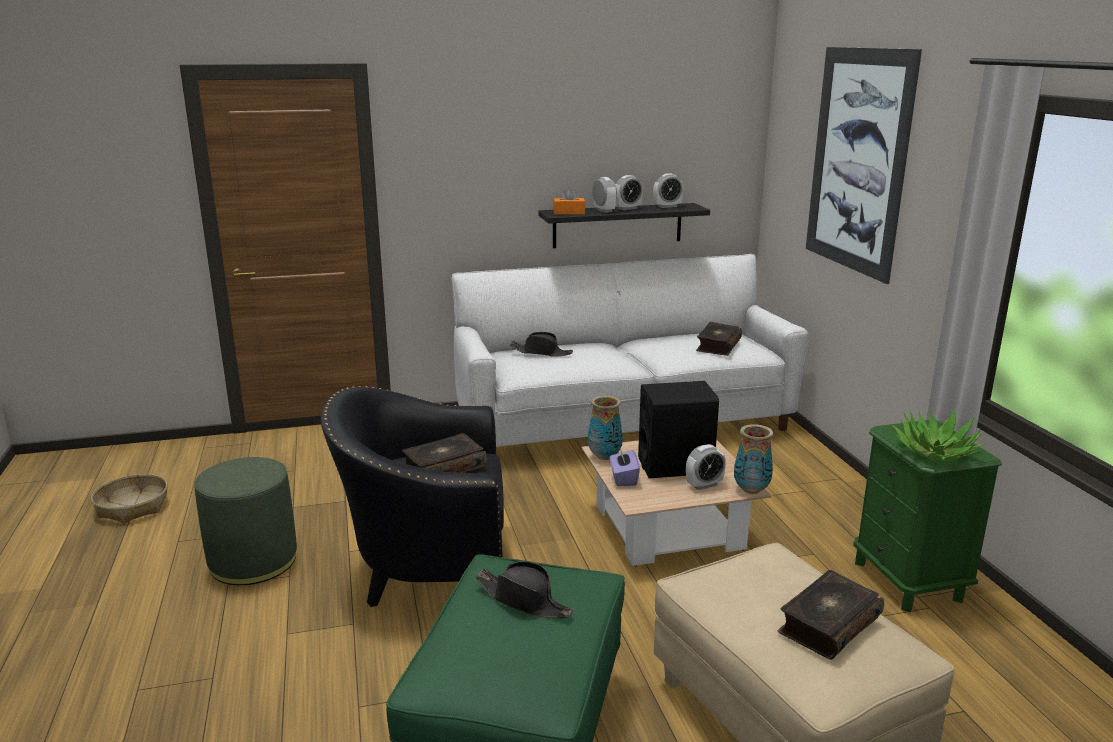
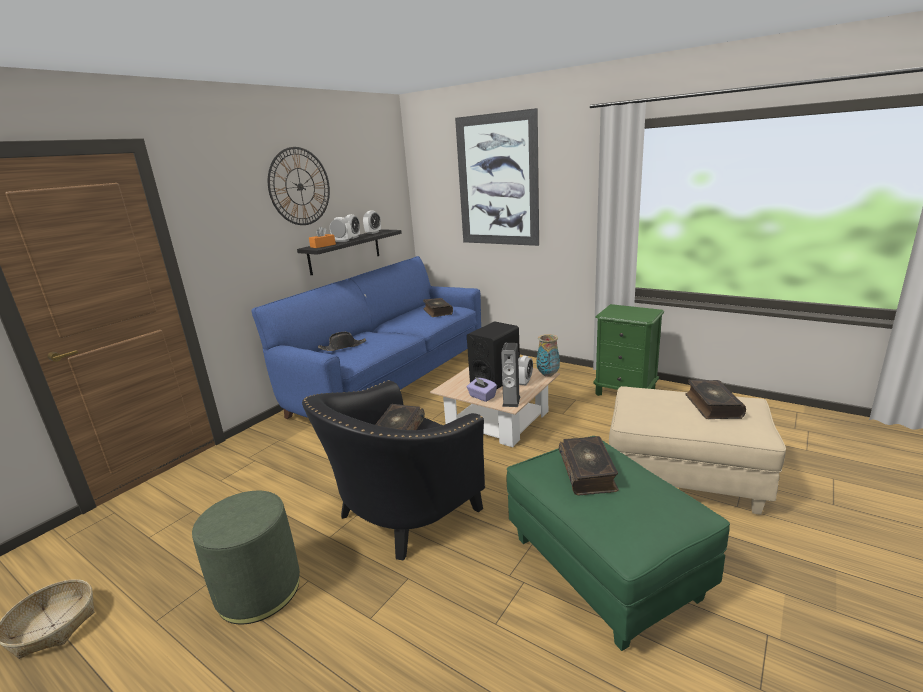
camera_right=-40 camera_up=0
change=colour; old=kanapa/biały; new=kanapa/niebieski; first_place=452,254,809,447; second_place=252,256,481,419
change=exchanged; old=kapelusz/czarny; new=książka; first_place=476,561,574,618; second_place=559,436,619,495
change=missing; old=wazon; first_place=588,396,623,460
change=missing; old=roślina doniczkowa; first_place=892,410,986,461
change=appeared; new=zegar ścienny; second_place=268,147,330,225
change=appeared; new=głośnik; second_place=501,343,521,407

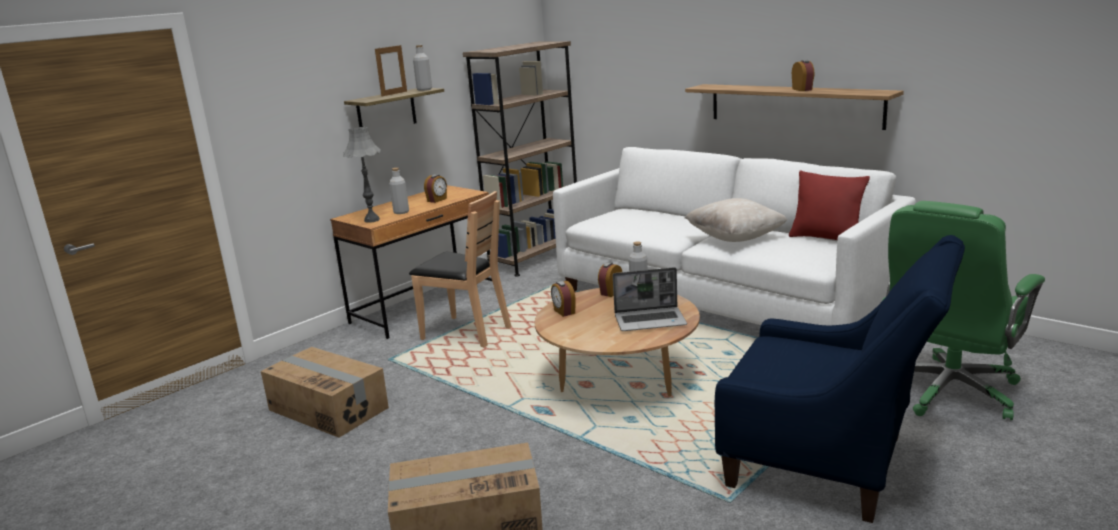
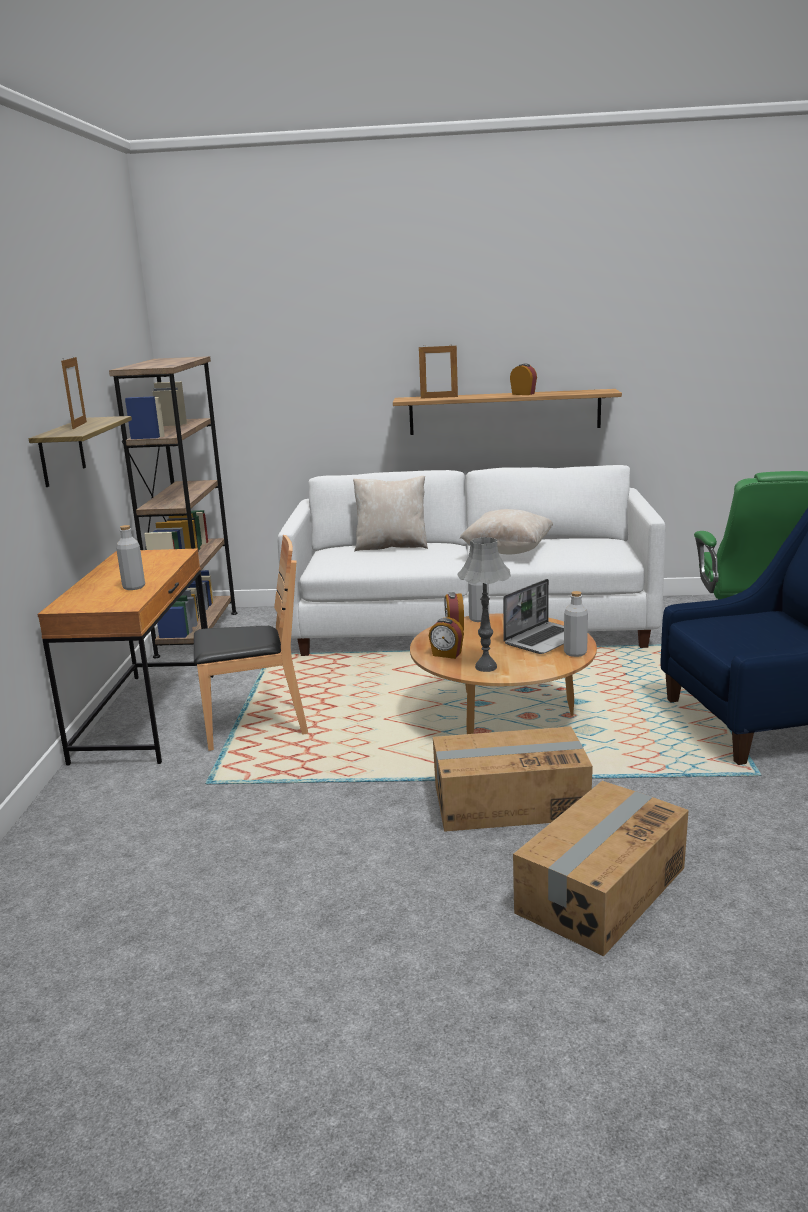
camera_right=-40 camera_up=0
change=relocated; old=karton; first_place=261,347,389,438; second_place=433,726,593,832
change=relocated; old=lampa stołowa/szary; first_place=343,127,381,223; second_place=458,537,511,672
change=relocated; old=butelka/szary; first_place=413,45,432,91; second_place=564,591,588,657
change=missing; old=budzik; first_place=424,174,447,203
change=missing; old=poduszka/czerwony; first_place=789,171,870,240
change=appeared; new=poduszka/beżowy; second_place=353,476,428,551
change=appeared; new=ramka na zdjęcie; second_place=419,345,458,399

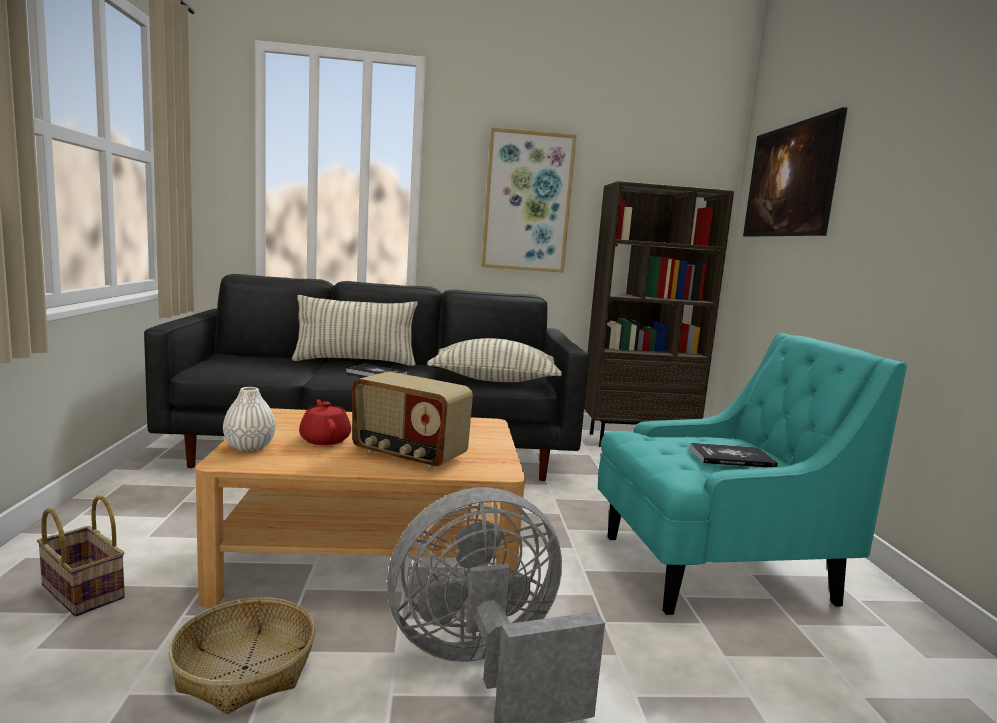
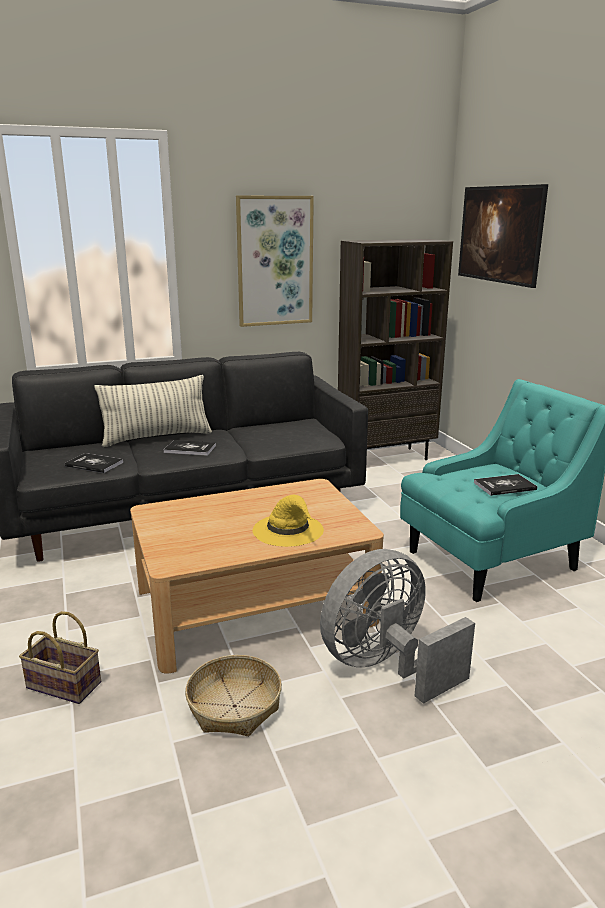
camera_right=-15 camera_up=10
change=missing; old=wazon/biały; first_place=223,387,276,452
change=missing; old=imbryk/czerwony; first_place=299,400,351,445
change=exchanged; old=radio; new=kapelusz/żółty; first_place=352,371,473,469; second_place=253,495,324,547
change=missing; old=poduszka; first_place=427,338,562,382
change=appeared; new=książka; second_place=65,453,123,473

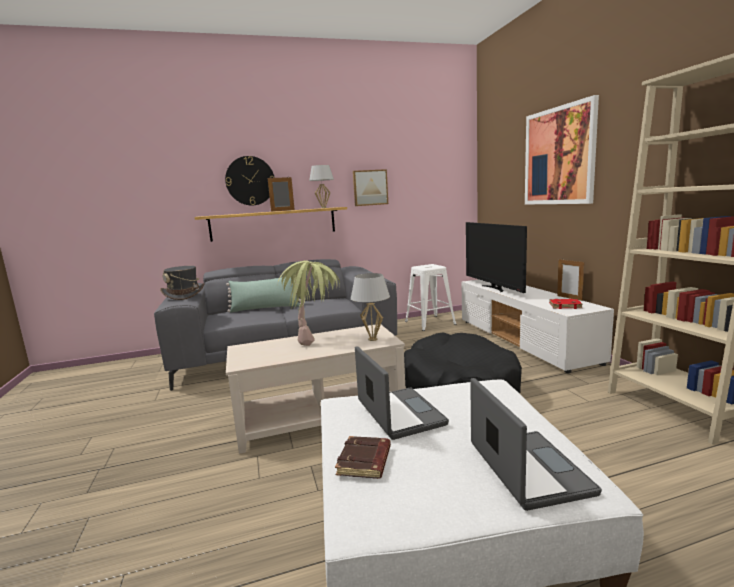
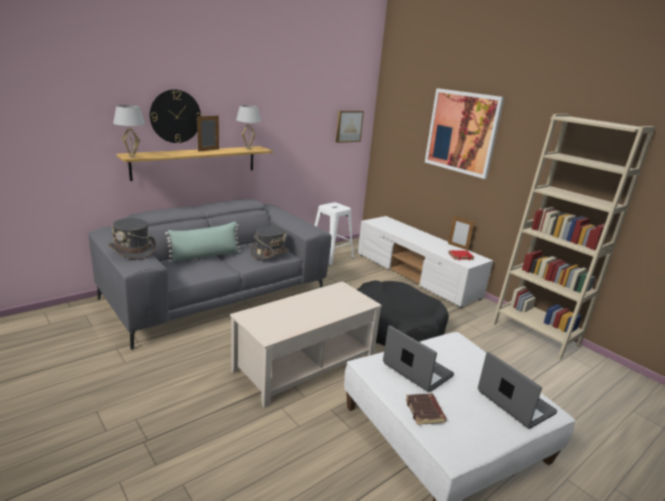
camera_right=-25 camera_up=10
change=missing; old=roślina doniczkowa; first_place=278,260,340,346
change=relocated; old=lampa stołowa/biały; first_place=351,273,390,341; second_place=113,105,145,158
change=relocated; old=obraz; first_place=353,169,388,206; second_place=336,111,364,143
change=missing; old=telewizor; first_place=466,222,527,293
change=appeared; new=kapelusz/szary; second_place=250,226,289,259

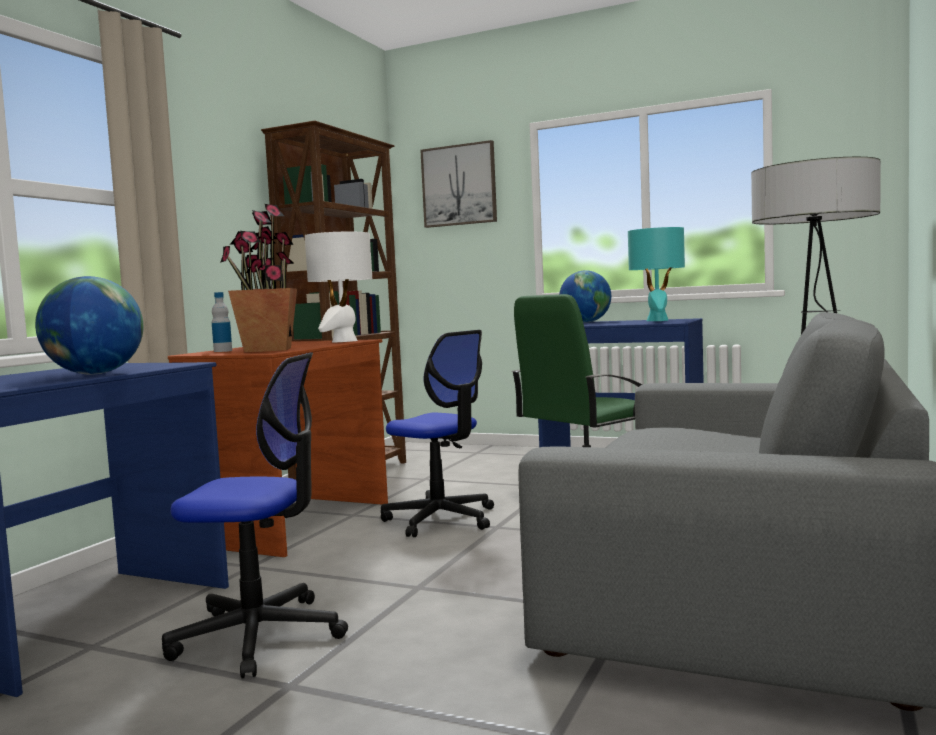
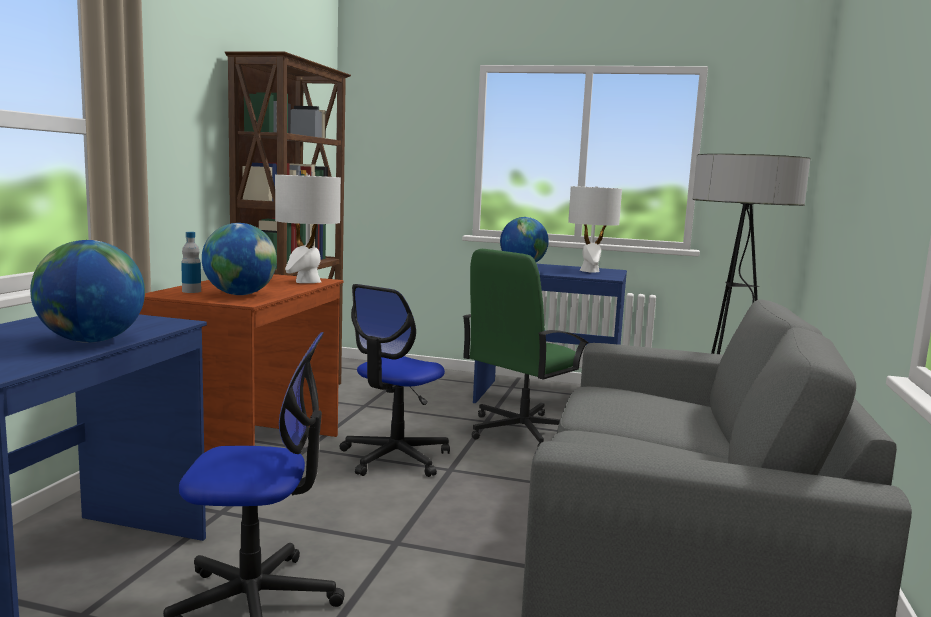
camera_right=-10 camera_up=5
change=exchanged; old=roślina doniczkowa; new=globus; first_place=221,204,297,353; second_place=202,223,277,295
change=spun; old=krzesło biurowe; first_place=381,330,494,537; second_place=340,284,450,477; degrees=90
change=missing; old=obraz; first_place=420,140,497,228
change=colour; old=lampa stołowa/turkusowy; new=lampa stołowa/biały; first_place=628,227,685,321; second_place=568,186,622,273

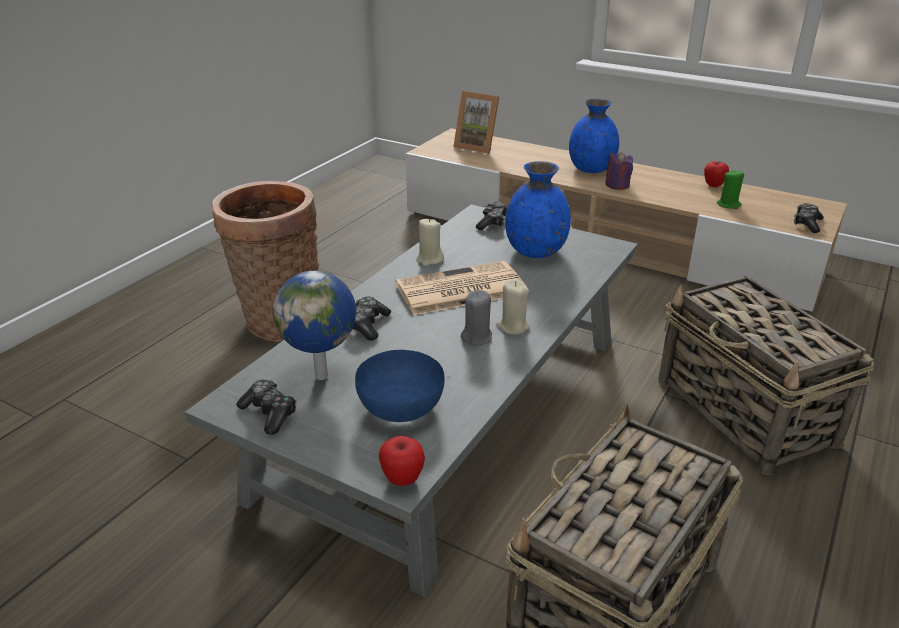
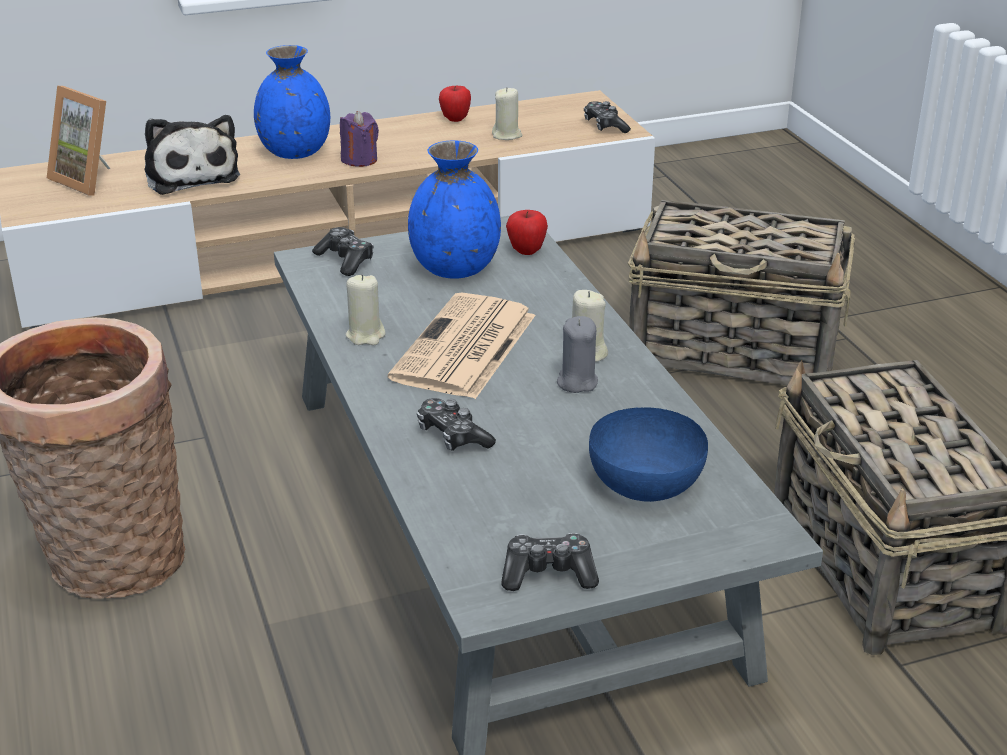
camera_right=-50 camera_up=0
change=missing; old=globus; first_place=273,271,356,380
change=relocated; old=jabłko; first_place=379,436,425,486; second_place=506,210,548,255
change=spun; old=ramka na zdjęcie; first_place=453,91,499,154; second_place=47,86,110,196; degrees=60
change=colour; old=świeca/zielony; new=świeca/beżowy; first_place=717,170,744,209; second_place=492,87,522,140
change=appeared; new=pluszak; second_place=144,115,240,195

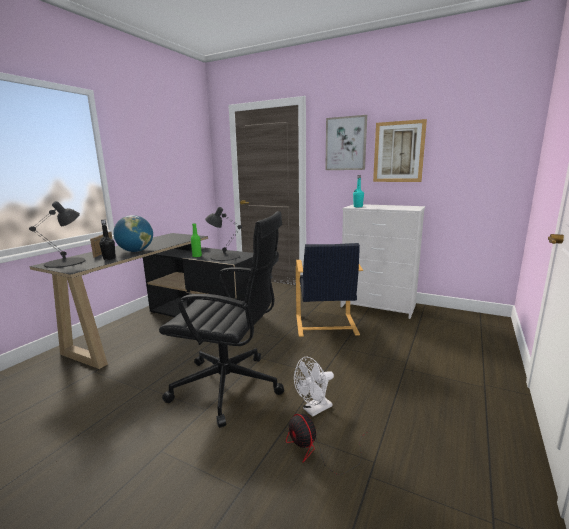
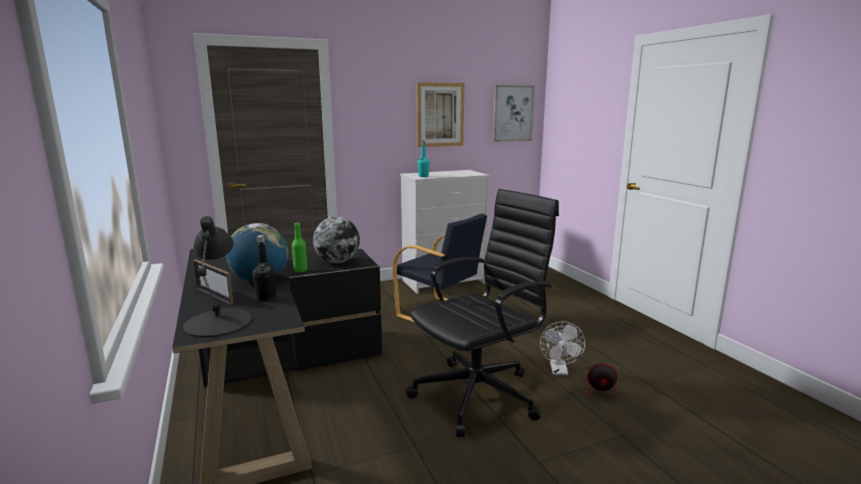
camera_right=-50 camera_up=0
change=exchanged; old=lampa stołowa/czarny; new=globus; first_place=205,207,242,261; second_place=313,217,360,263
change=relocated; old=obraz; first_place=325,115,367,170; second_place=493,85,534,142

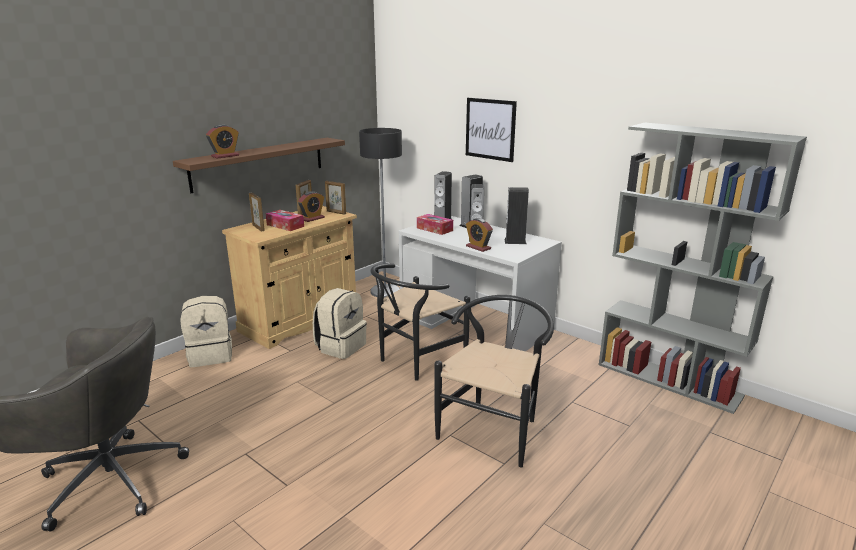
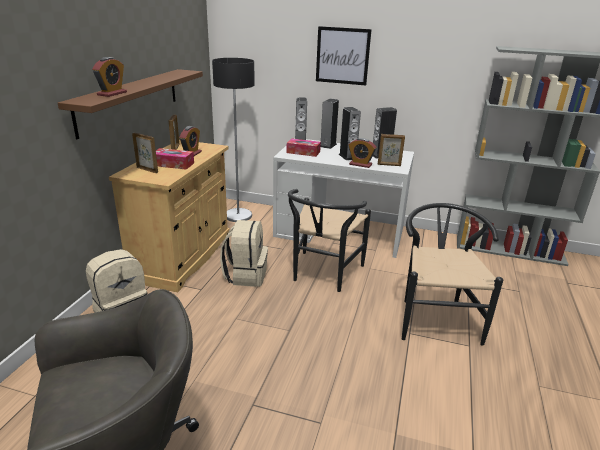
camera_right=-25 camera_up=5
change=relocated; old=ramka na zdjęcie; first_place=325,181,346,215; second_place=378,134,405,166

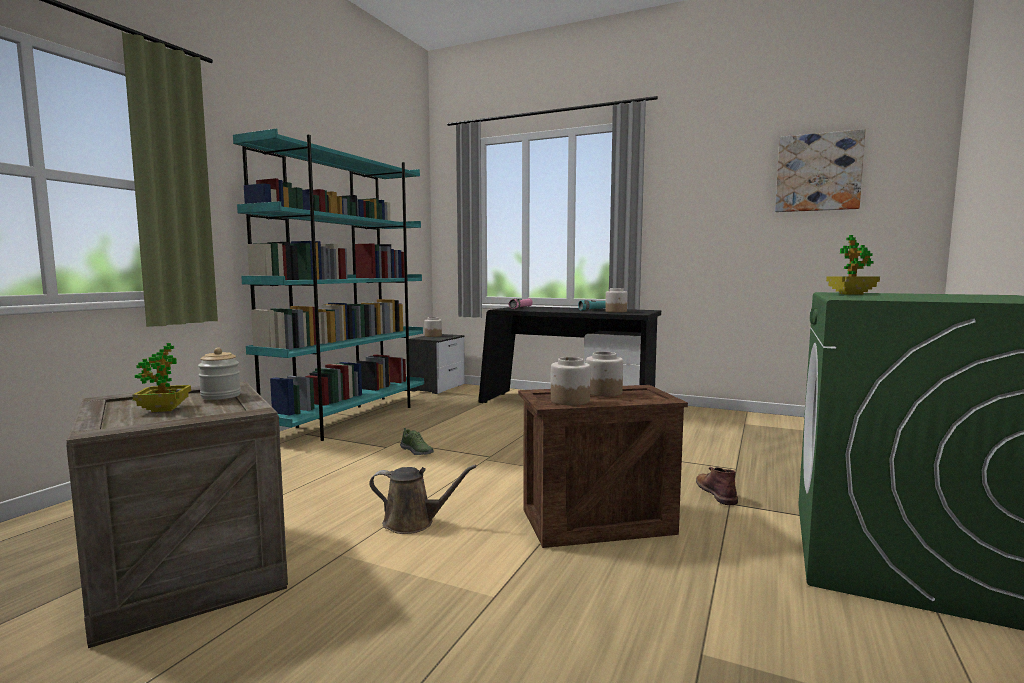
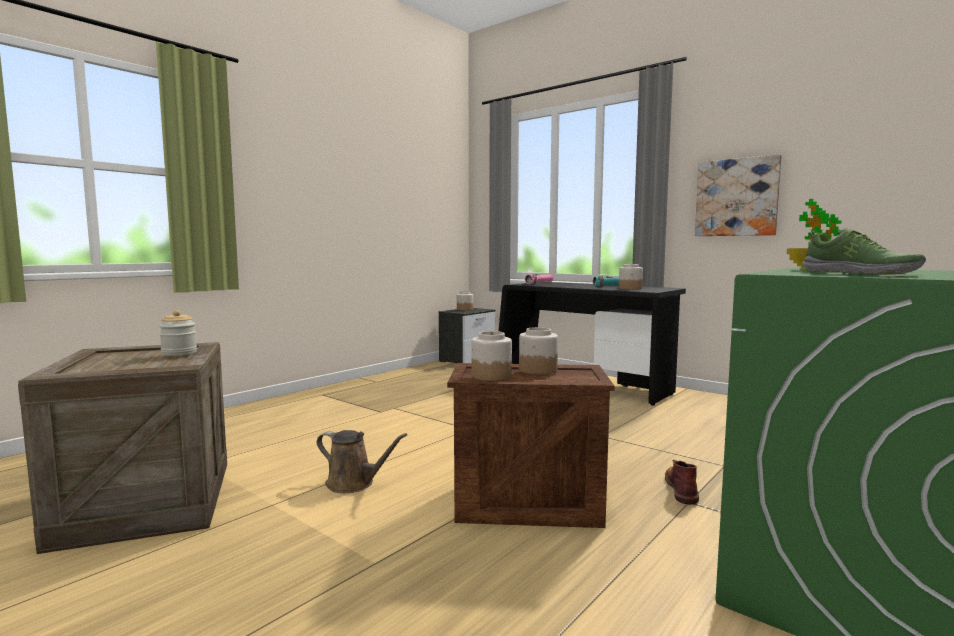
camera_right=15 camera_up=0
change=missing; old=roślina doniczkowa; first_place=132,343,191,412
change=missing; old=regał/turkusowy; first_place=233,128,424,441
change=relocated; old=but; first_place=400,428,434,455; second_place=802,228,926,275
change=relocated; old=obraz; first_place=775,129,866,212; second_place=695,154,782,236

